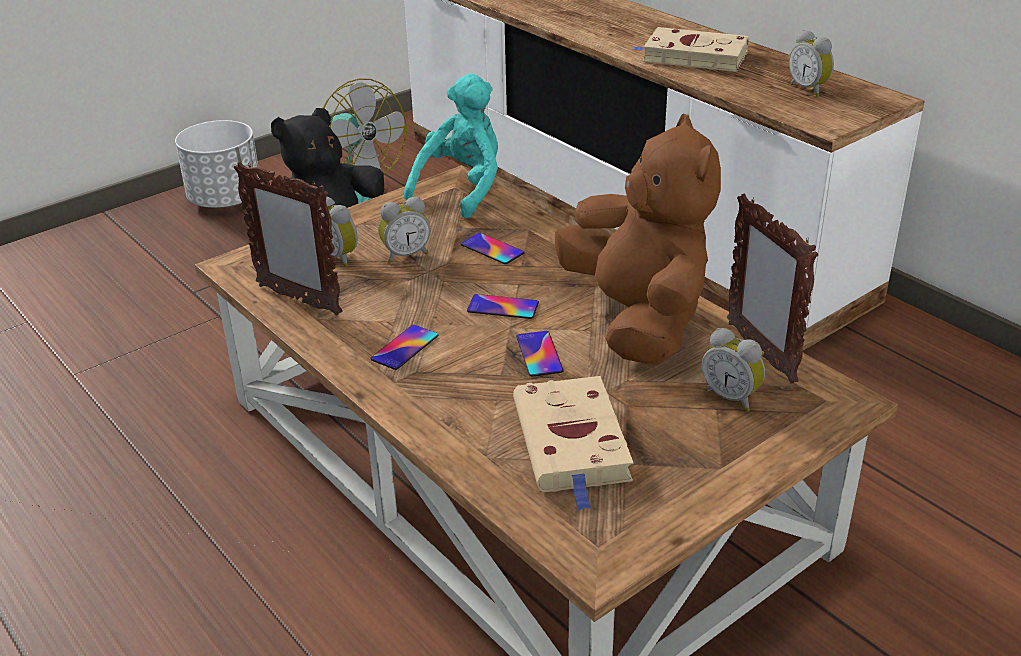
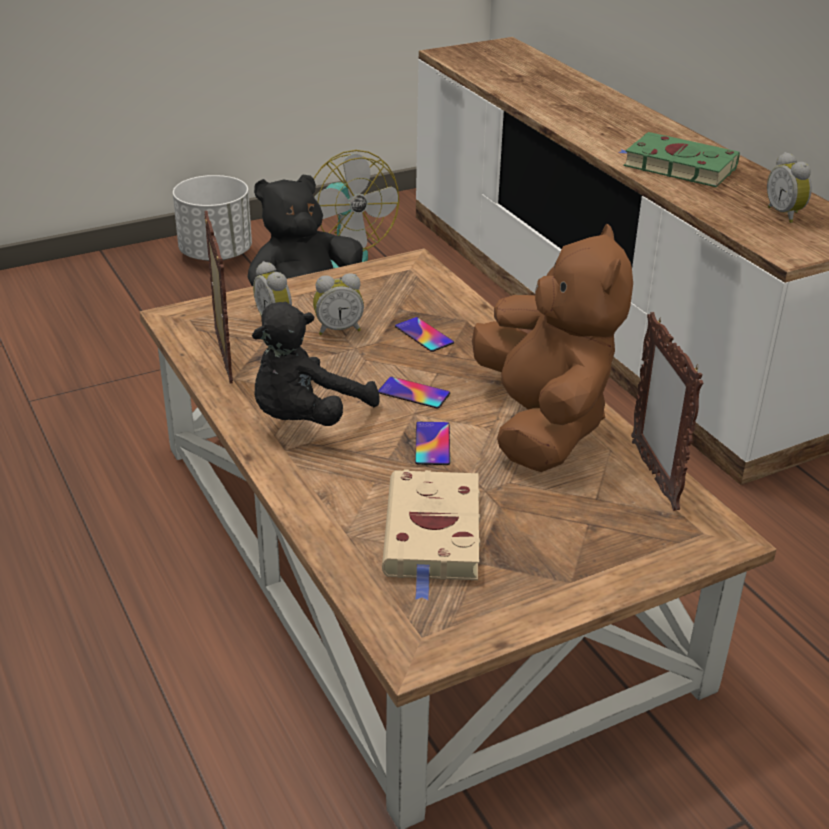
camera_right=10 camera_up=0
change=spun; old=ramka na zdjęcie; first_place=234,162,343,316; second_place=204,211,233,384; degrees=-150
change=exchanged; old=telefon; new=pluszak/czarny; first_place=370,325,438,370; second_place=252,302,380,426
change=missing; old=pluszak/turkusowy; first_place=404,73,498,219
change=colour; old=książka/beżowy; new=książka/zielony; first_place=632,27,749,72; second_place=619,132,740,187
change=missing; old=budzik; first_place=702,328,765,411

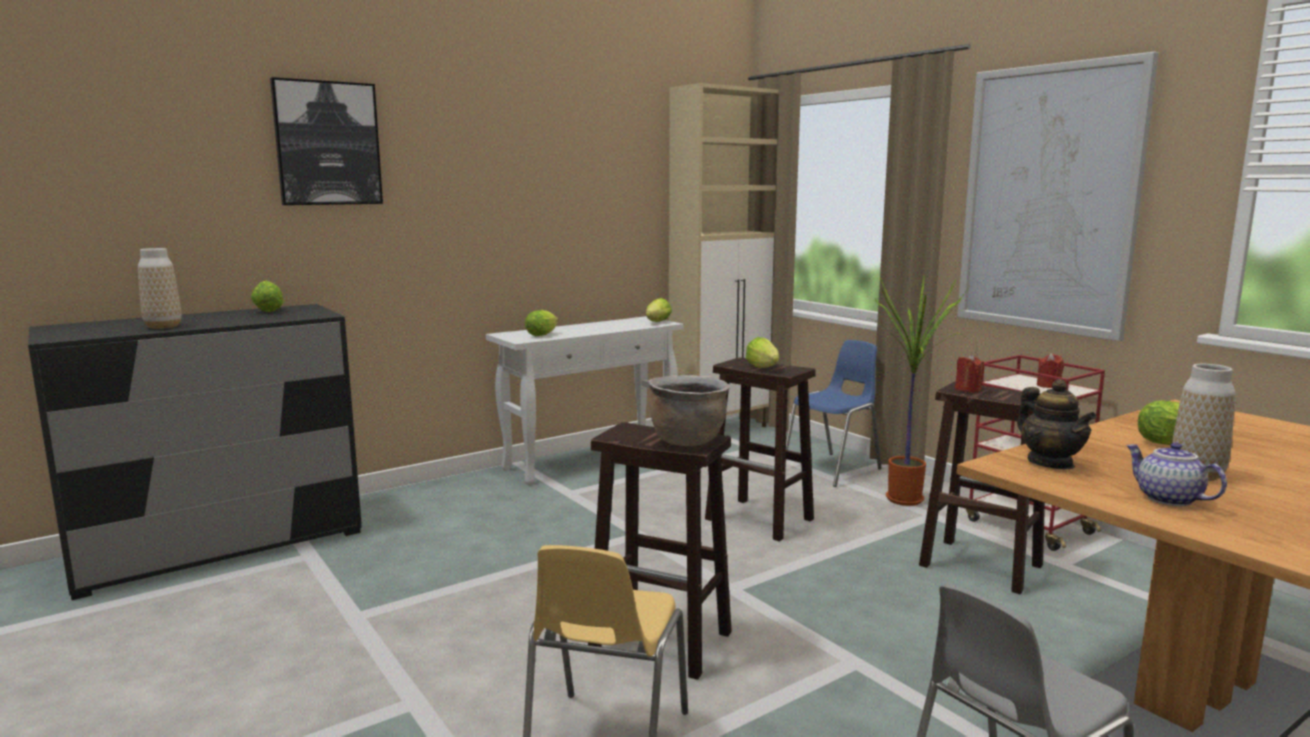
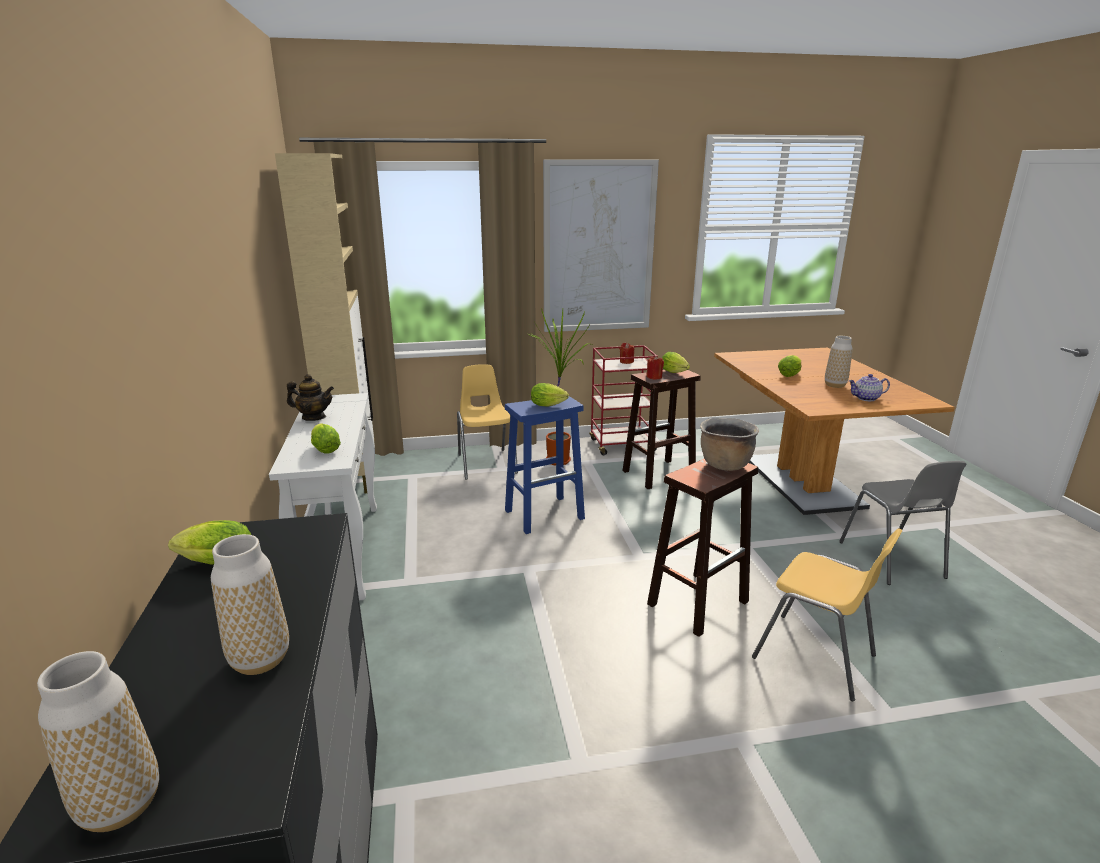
camera_right=-65 camera_up=10
change=missing; old=obraz; first_place=270,77,383,205
change=relocated; old=sałata; first_place=646,298,672,322; second_place=662,352,690,373
change=colour; old=stołek/brązowy; new=stołek/niebieski; first_place=705,357,815,541; second_place=505,396,585,534
change=colour; old=krzesło/niebieski; new=krzesło/żółty; first_place=785,340,882,487; second_place=457,364,518,480
change=relocated; old=imbryk; first_place=1017,379,1097,469; second_place=287,374,334,421
change=appeared; new=wazon; second_place=37,651,159,832

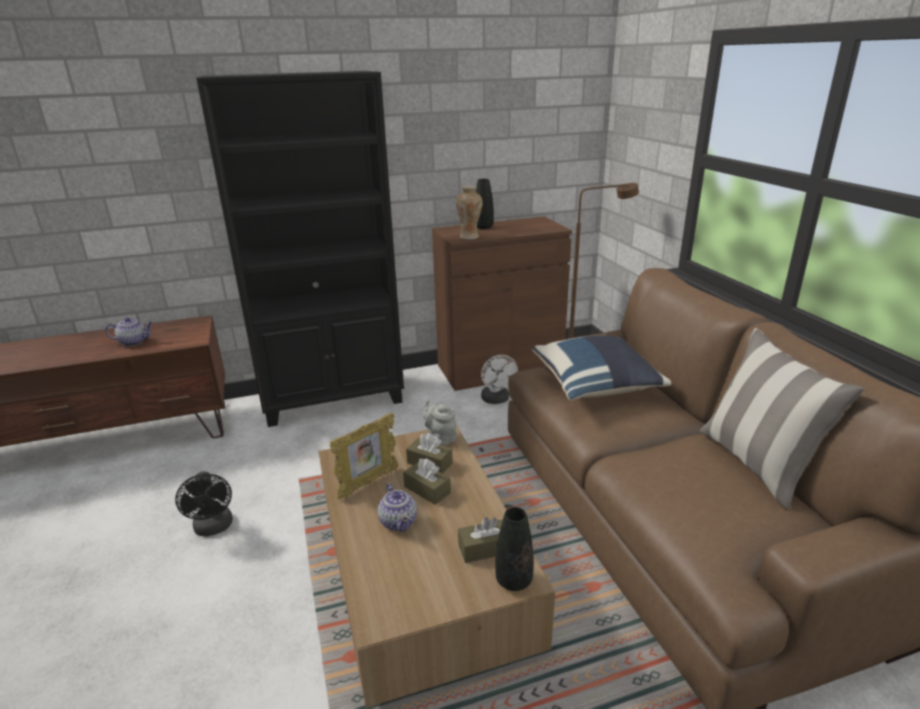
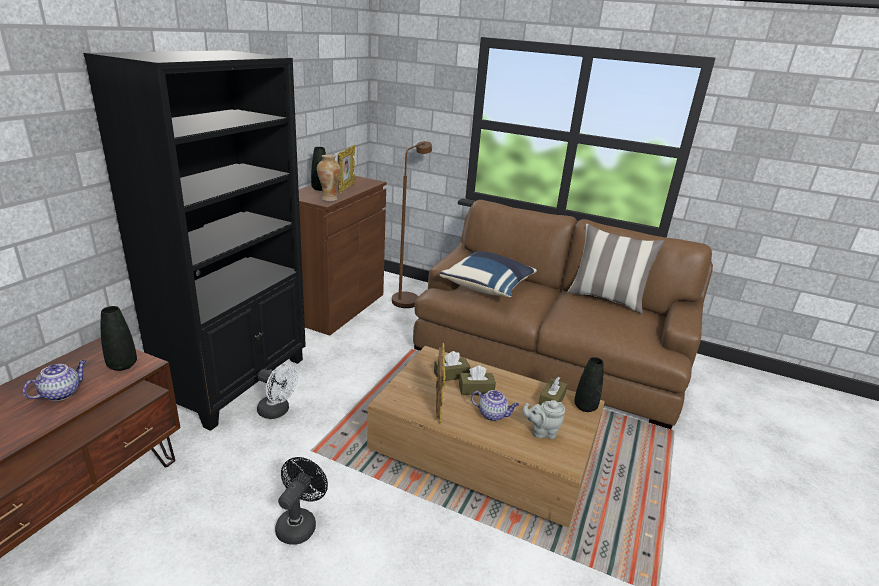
camera_right=-50 camera_up=0
change=spun; old=wentylator/czarny; first_place=175,471,233,536; second_place=275,457,328,545; degrees=-90
change=relocated; old=imbryk/szary; first_place=422,399,457,446; second_place=522,400,565,439
change=relocated; old=wentylator/biały; first_place=481,355,518,404; second_place=257,363,298,419
change=appeared; new=wazon/czarny; second_place=101,306,137,371
change=appeared; new=ramka na zdjęcie; second_place=338,145,355,193

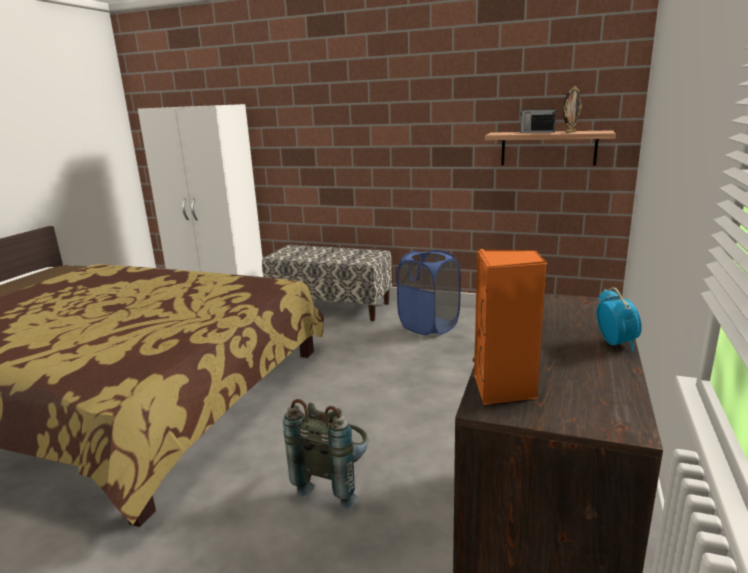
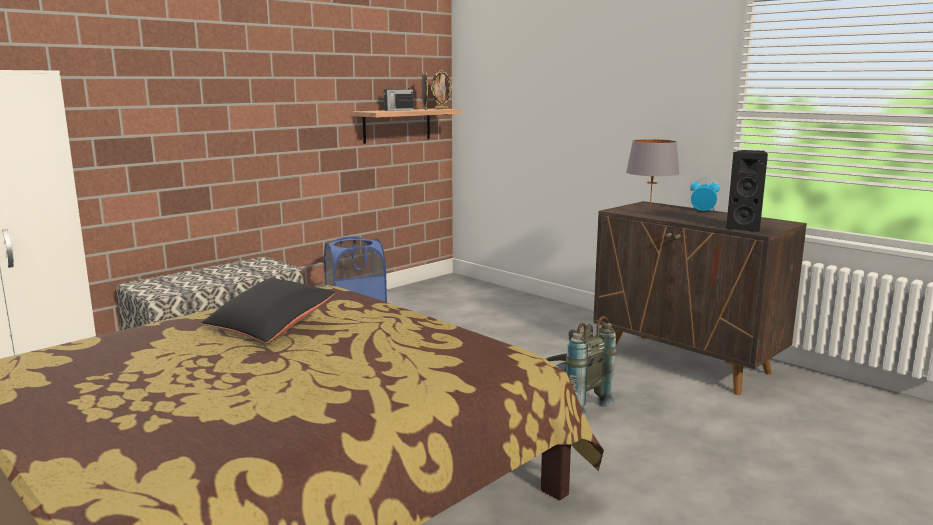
camera_right=-65 camera_up=-5
change=colour; old=głośnik/pomarańczowy; new=głośnik/czarny; first_place=474,249,547,405; second_place=726,150,768,232
change=appeared; new=poduszka/czarny; second_place=202,277,335,343
change=appeared; new=ramka na zdjęcie; second_place=431,70,452,109
change=appeared; new=lampa stołowa/szary; second_place=626,139,680,207

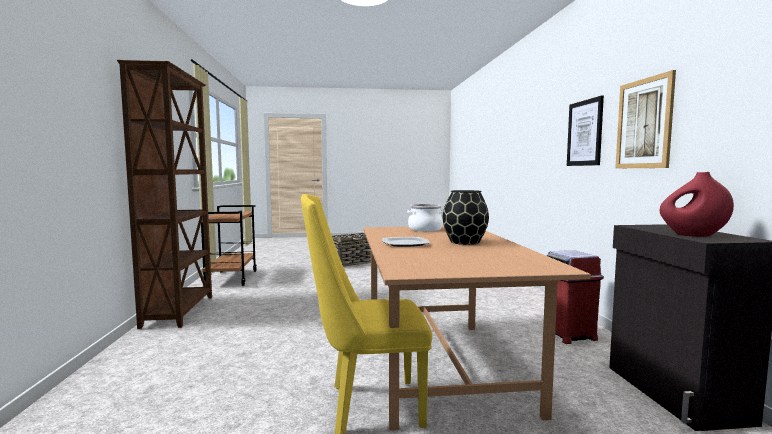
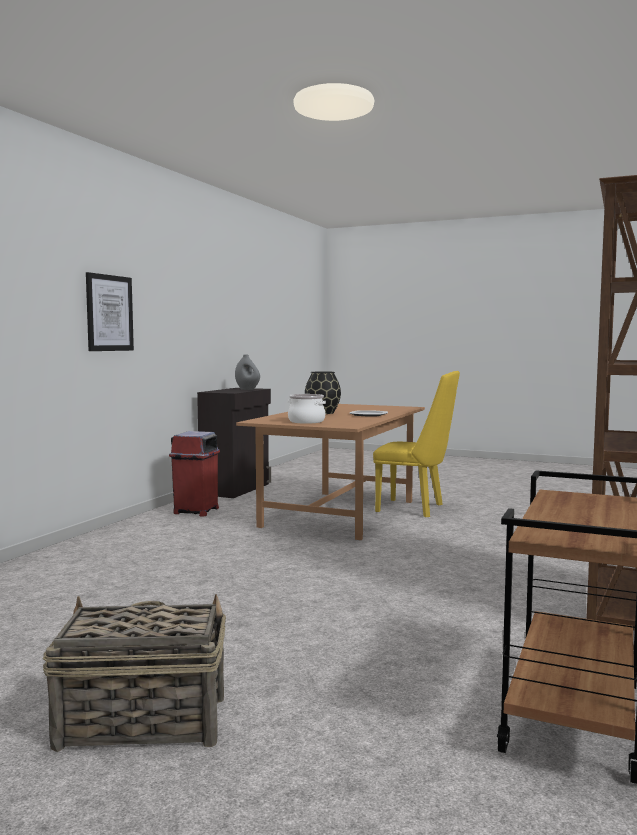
camera_right=-150 camera_up=0
change=missing; old=obraz; first_place=615,70,676,168
change=colour; old=wazon/czerwony; new=wazon/szary; first_place=660,172,734,237; second_place=235,354,260,390

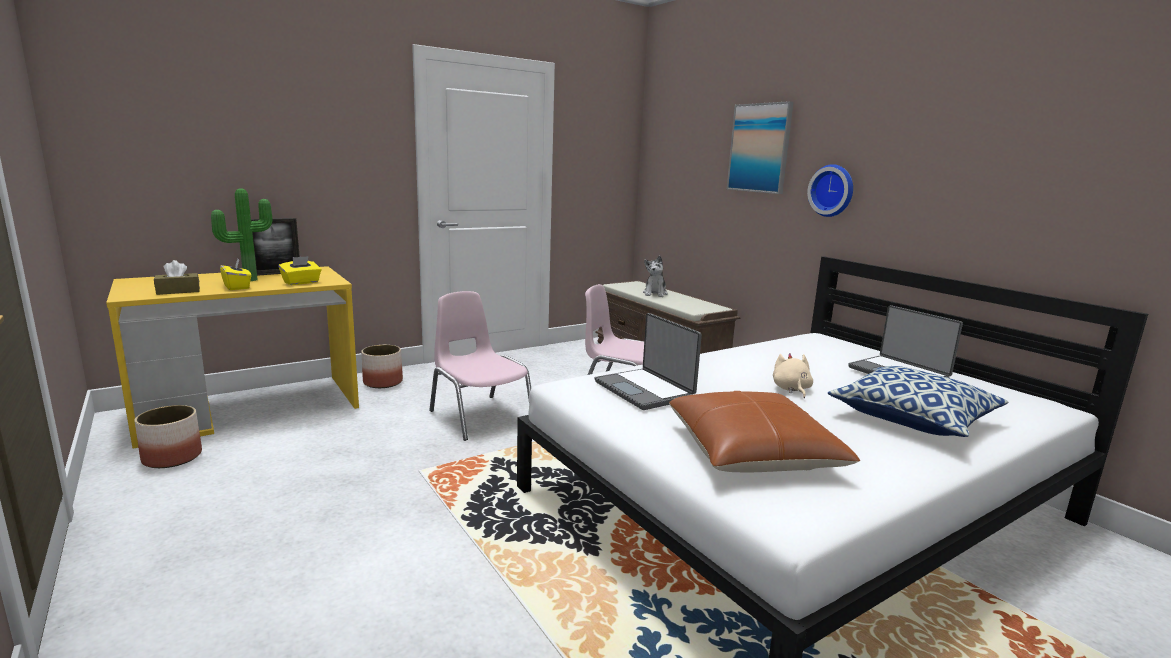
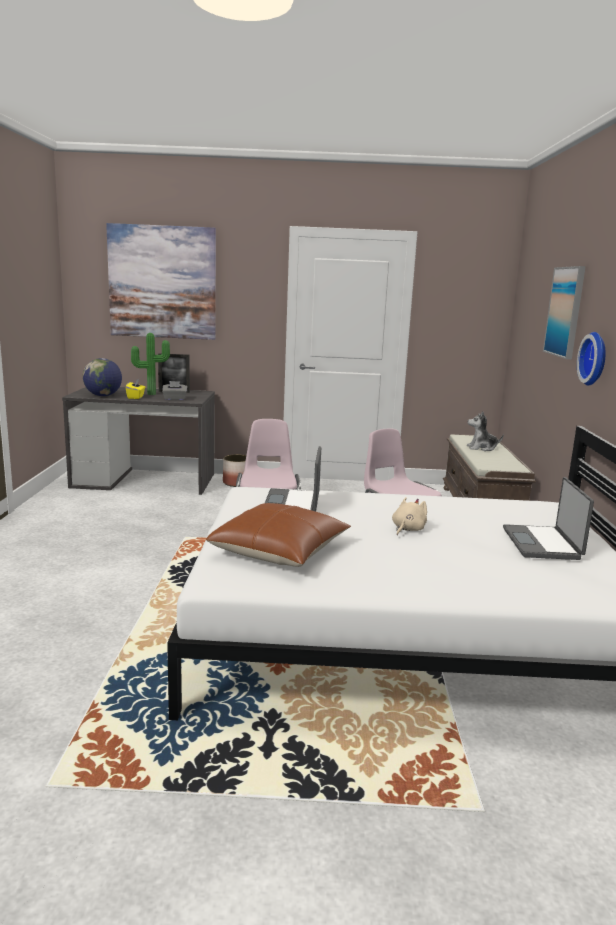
camera_right=35 camera_up=0
change=colour; old=biurko/żółty; new=biurko/szary; first_place=106,266,359,449; second_place=62,387,215,495
change=missing; old=donica; first_place=134,405,202,468
change=exchanged; old=pudełko chusteczek/brązowy; new=globus; first_place=154,260,200,295; second_place=83,358,122,396
change=colour; old=pudełko chusteczek/żółty; new=pudełko chusteczek/szary; first_place=279,256,321,285; second_place=162,381,187,400
change=spun; old=pluszak; first_place=643,255,668,297; second_place=467,411,504,451; degrees=45
change=missing; old=poduszka; first_place=828,366,1008,437
change=appeared; new=obraz; second_place=106,223,216,340

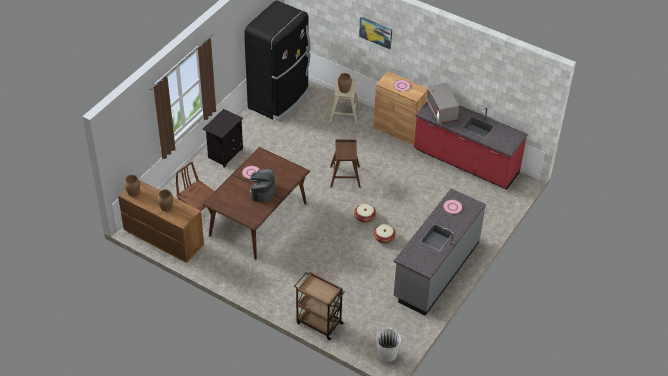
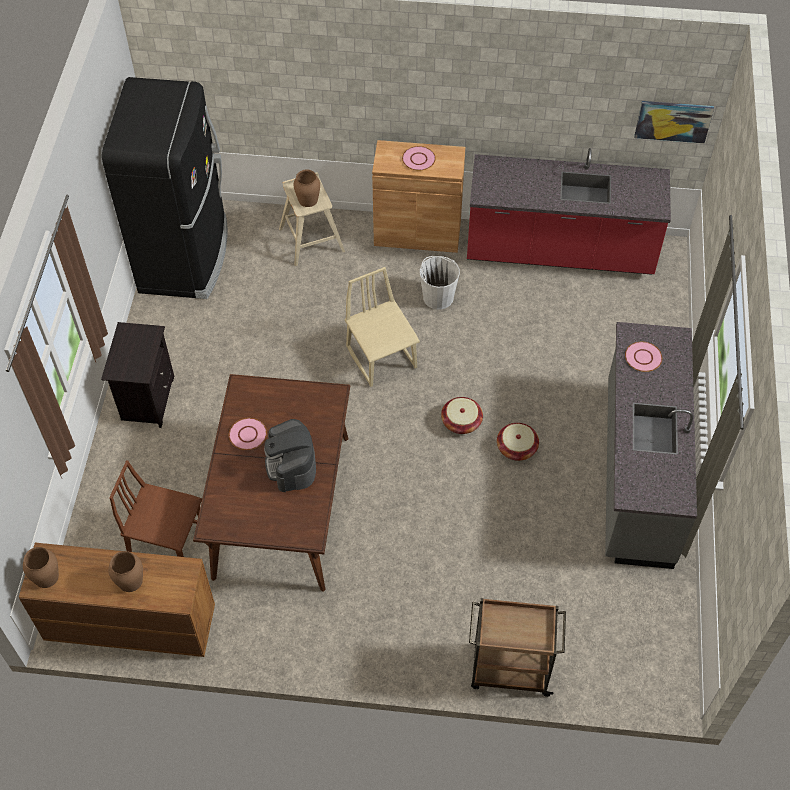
camera_right=-25 camera_up=10
change=exchanged; old=stołek/brązowy; new=krzesło/beżowy; first_place=330,140,361,188; second_place=345,267,420,387
change=relocated; old=obraz; first_place=359,17,392,49; second_place=634,101,714,143
change=relocated; old=wiadro/biały; first_place=376,327,401,362; second_place=419,256,460,310
change=missing; old=mikrofalówka/szary; first_place=426,83,459,123

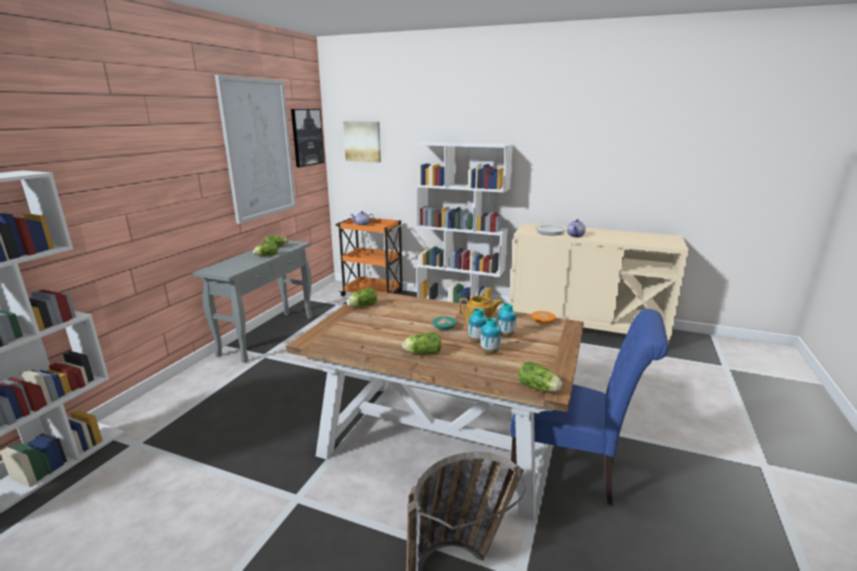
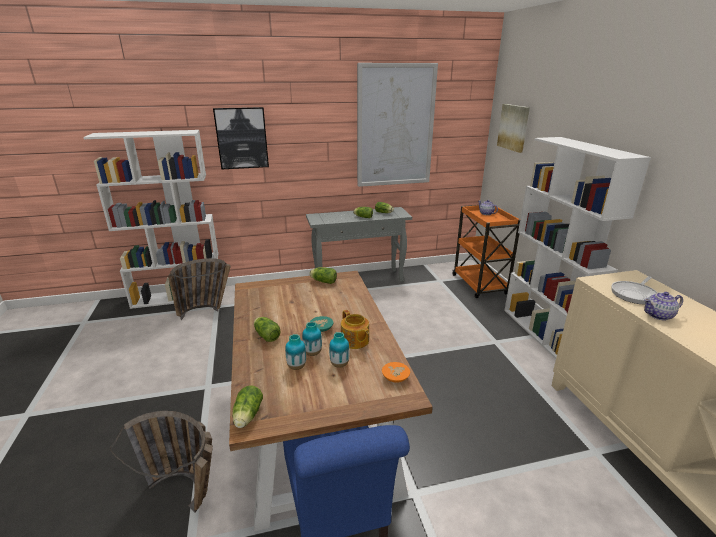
camera_right=55 camera_up=5
change=relocated; old=obraz; first_place=291,109,324,167; second_place=213,107,269,170
change=appeared; new=koszyk; second_place=168,258,231,320

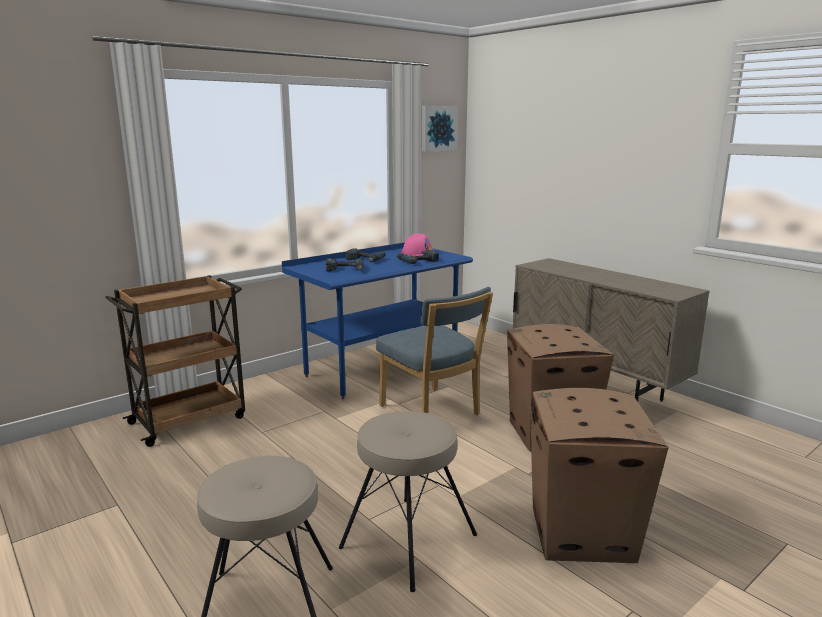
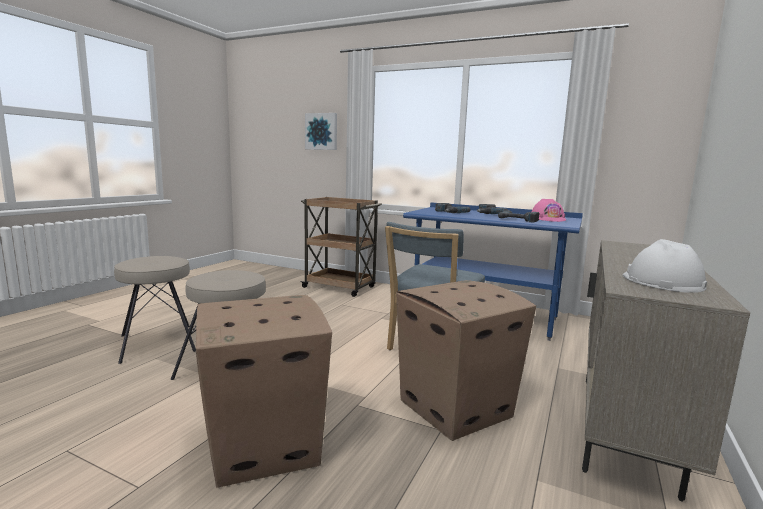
camera_right=65 camera_up=-5
change=relocated; old=obraz; first_place=422,106,458,152; second_place=305,113,337,150
change=appeared; new=kask/biały; second_place=622,239,707,293

